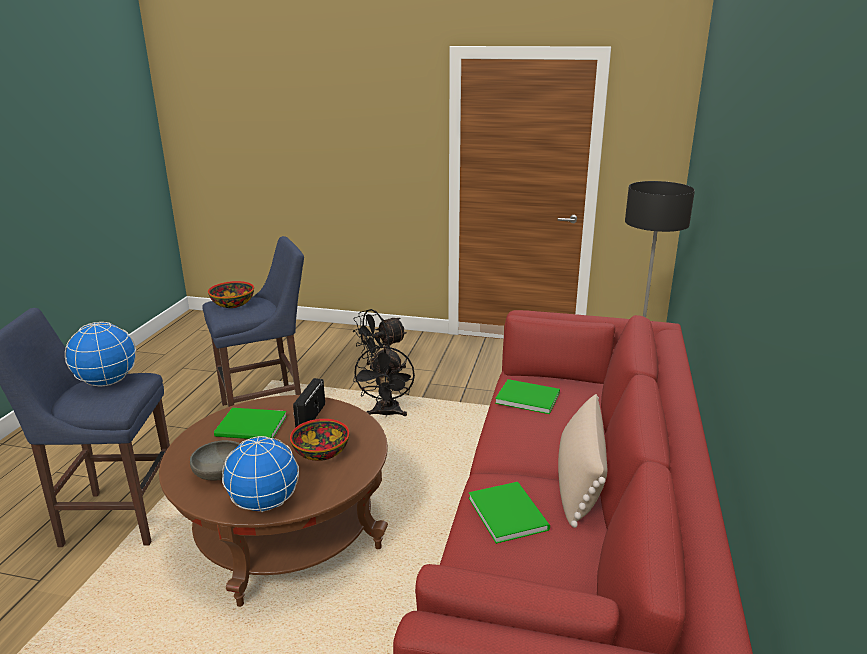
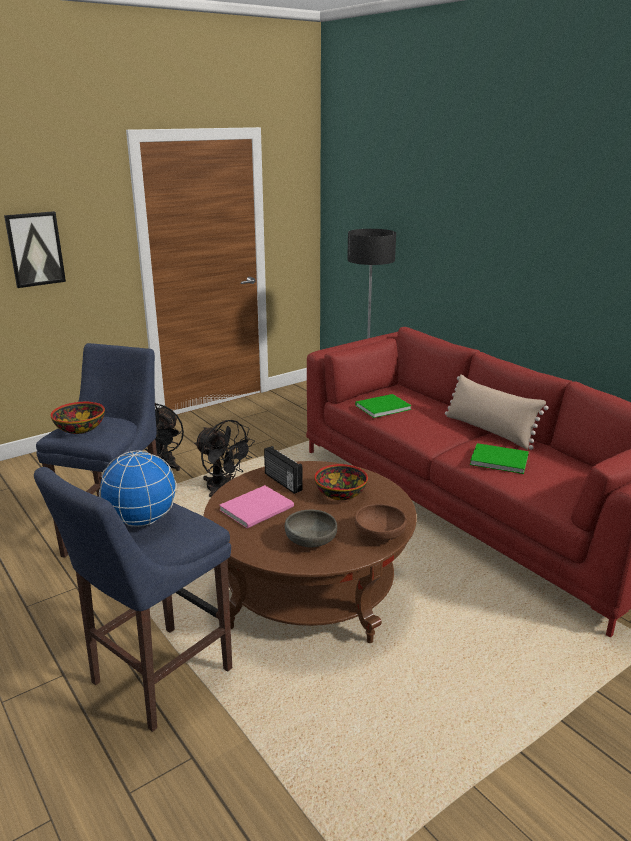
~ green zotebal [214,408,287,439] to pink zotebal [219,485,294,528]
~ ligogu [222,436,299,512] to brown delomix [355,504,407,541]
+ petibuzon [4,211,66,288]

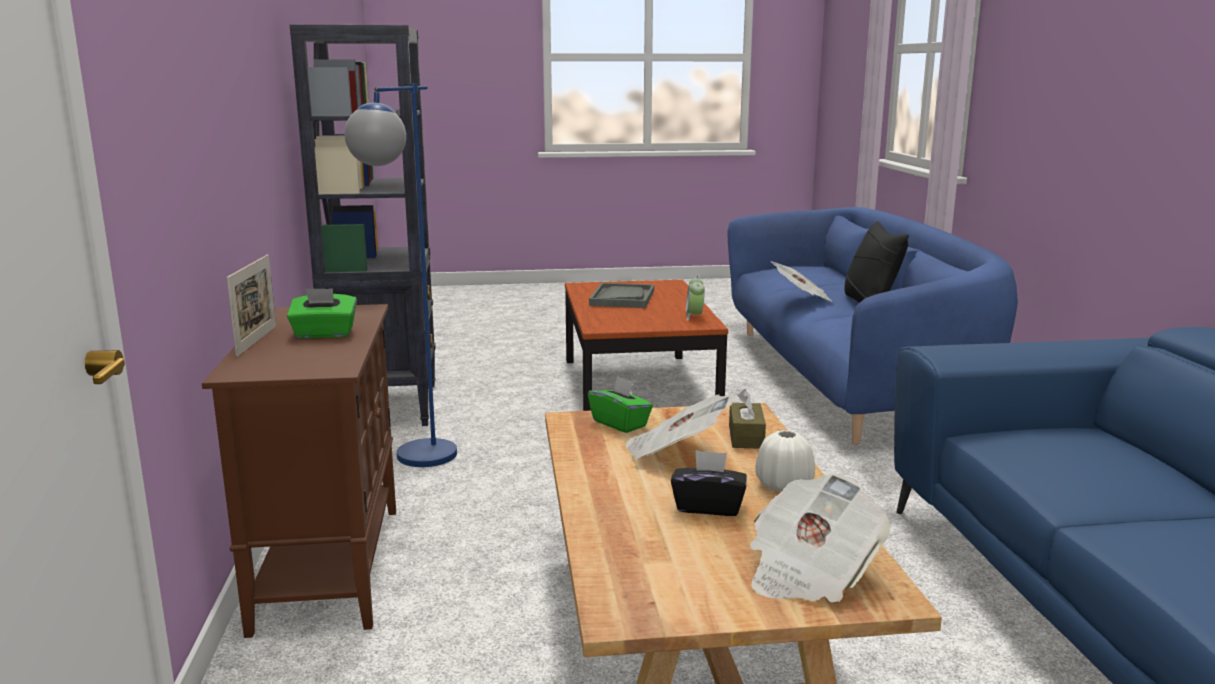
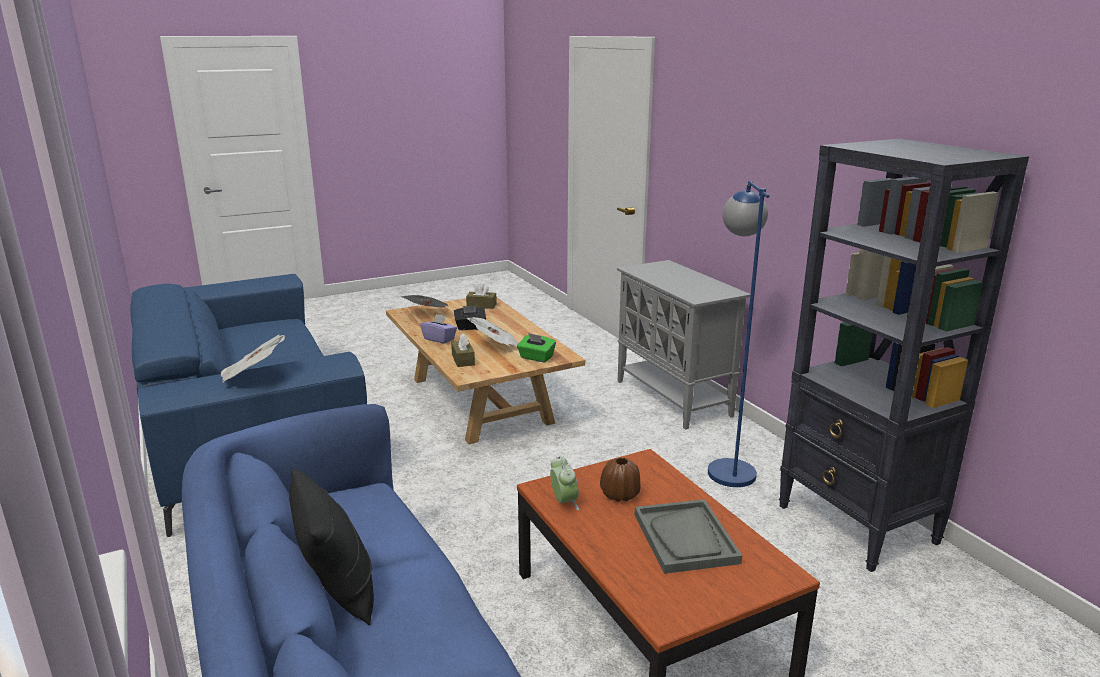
- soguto [227,255,276,357]
~ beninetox [770,261,833,302] to [221,335,285,383]
- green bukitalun [287,288,357,338]
~ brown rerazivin [202,304,396,638] to grey rerazivin [617,260,751,429]
~ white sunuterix [755,430,815,492] to purple bukitalun [420,313,457,344]
+ brown bukitalun [466,283,497,309]
+ brown sunuterix [600,457,641,502]

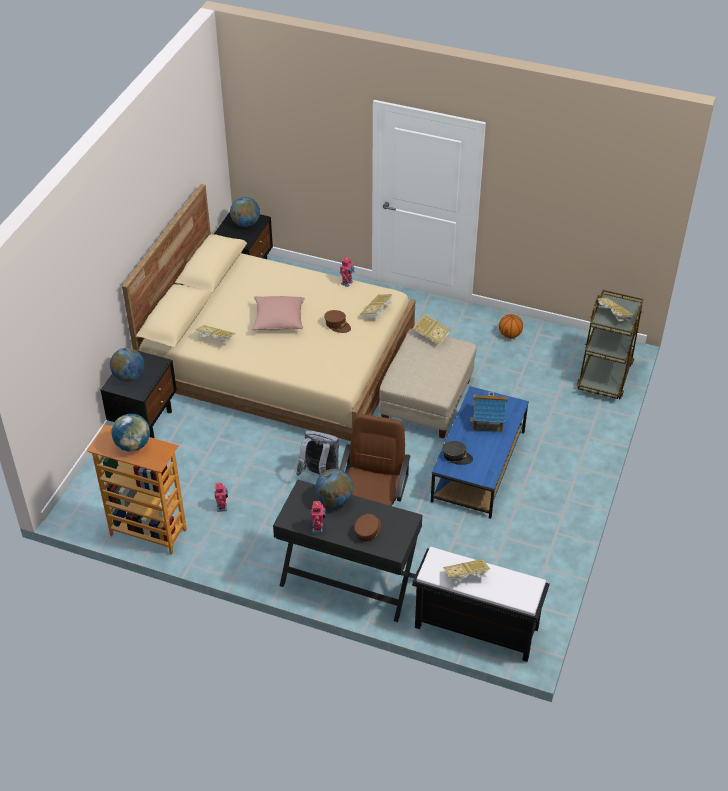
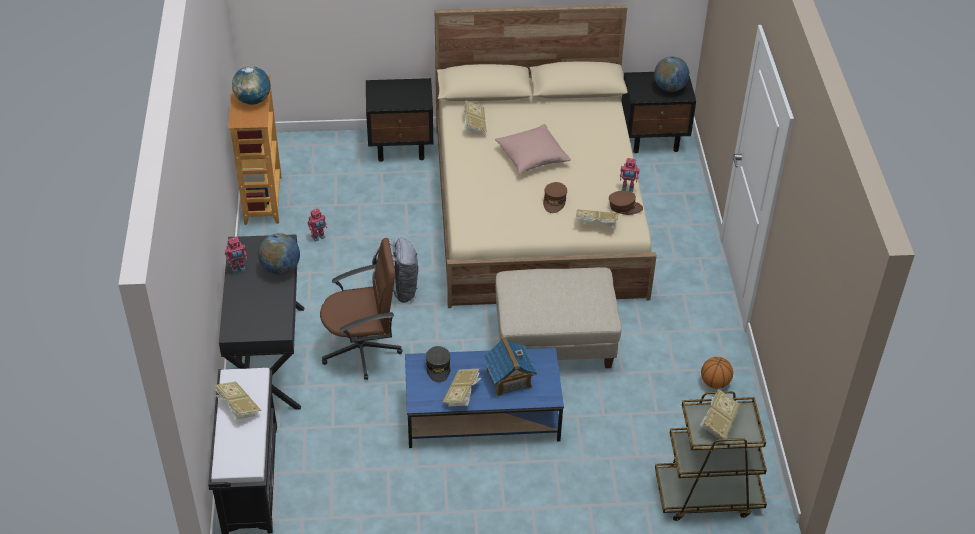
~ zotebal [413,313,450,346] to [442,368,481,406]
- ligogu [110,348,144,382]
~ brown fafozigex [354,514,381,541] to [609,191,643,215]

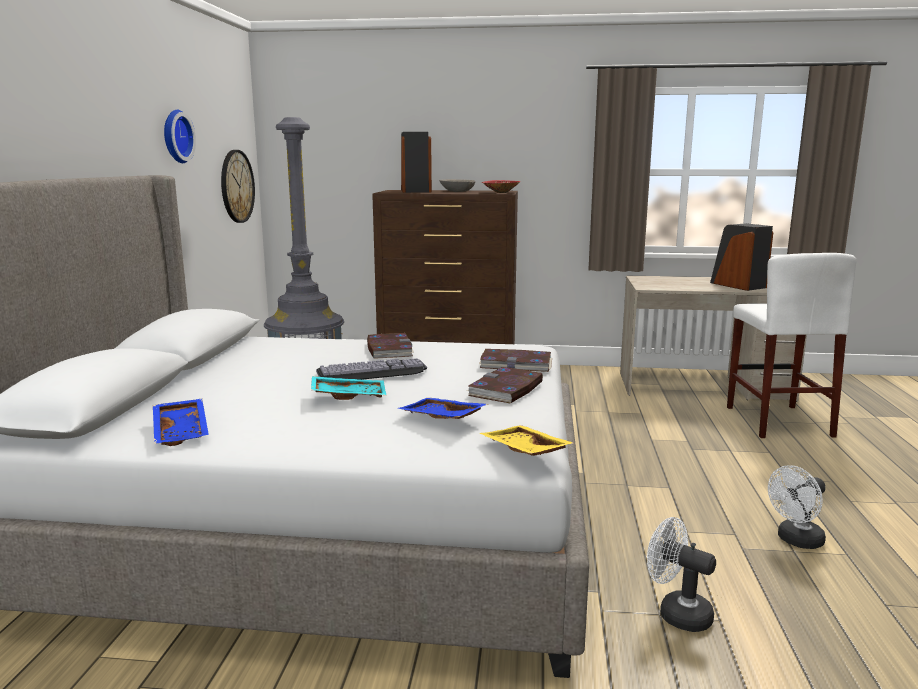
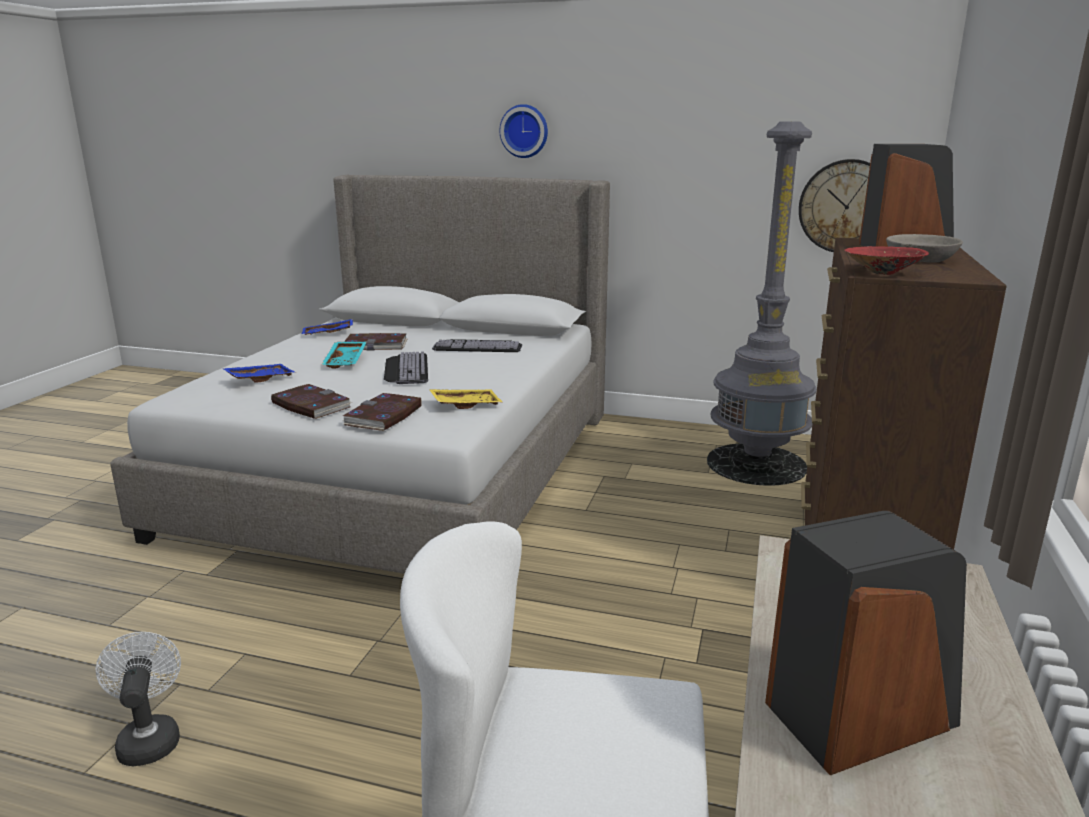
~ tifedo [164,110,196,163] to [499,104,548,158]
~ zotebal [367,333,414,359] to [345,333,408,350]
~ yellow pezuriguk [480,425,573,456] to [429,389,502,409]
- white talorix [647,517,716,632]
+ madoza [432,339,522,352]

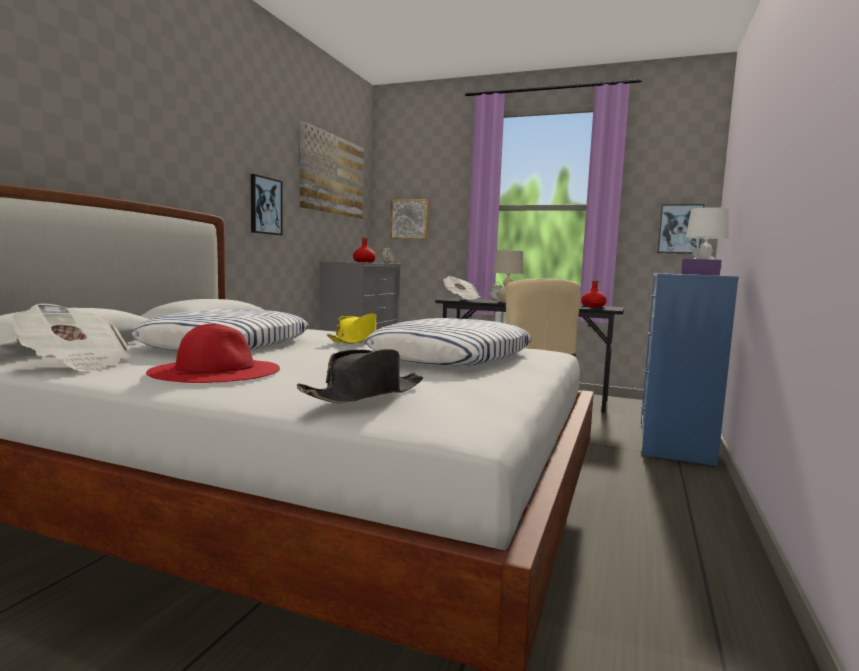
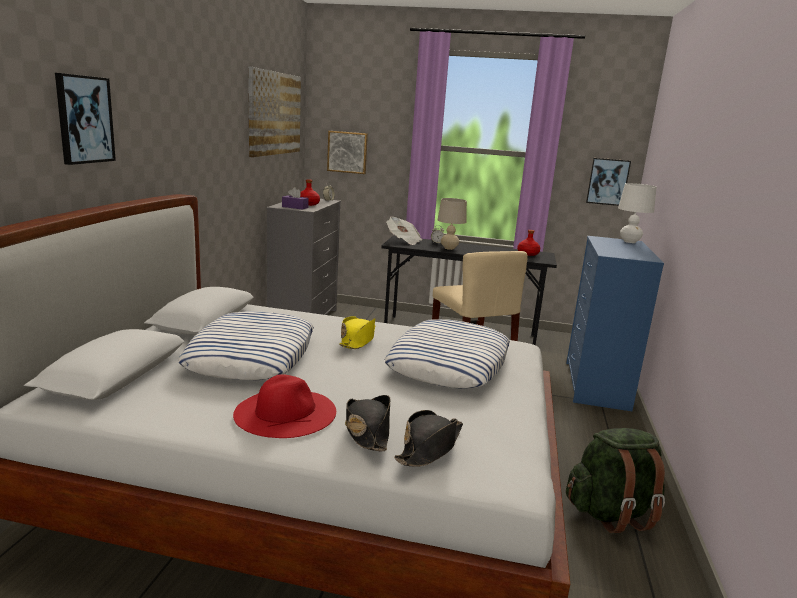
~ petibuzon [251,174,283,235] to [55,73,116,165]
~ purple bukitalun [681,245,721,275] to [282,187,309,210]
- beninetox [12,304,131,372]
+ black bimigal [345,395,391,451]
+ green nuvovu [566,428,665,533]

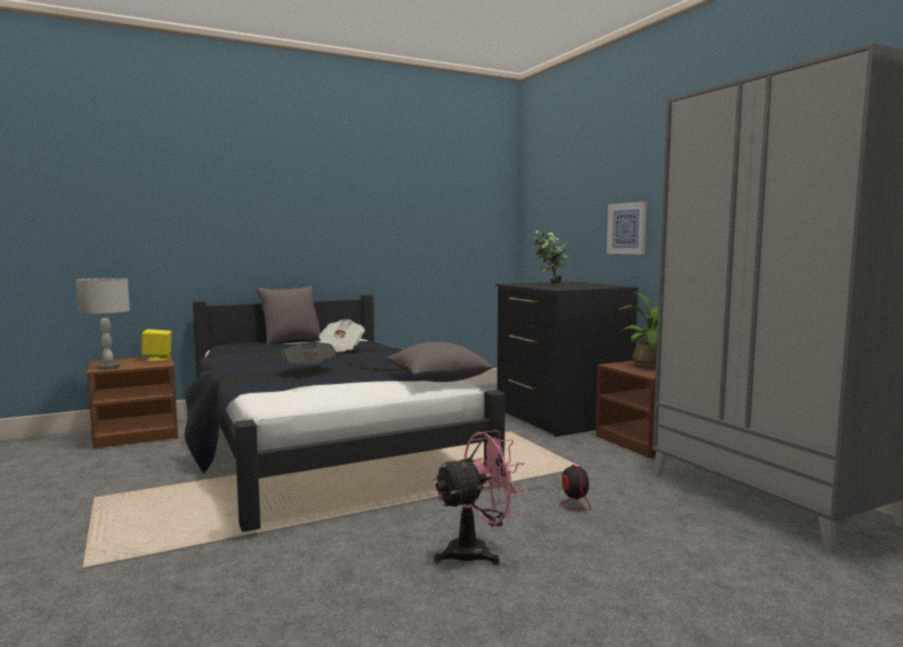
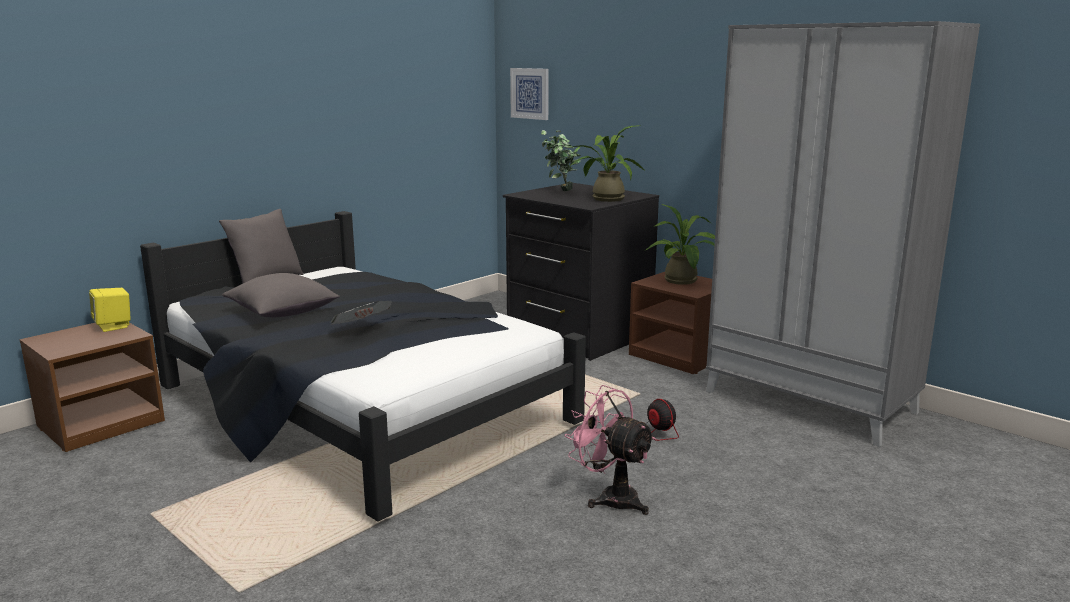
~ petibuzon [607,201,647,255] to [510,68,549,120]
- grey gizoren [76,278,130,370]
- beninetox [319,319,365,352]
~ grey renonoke [387,342,493,382] to [222,273,340,317]
~ pink talorix [433,430,528,565] = [565,385,656,515] 90 degrees counterclockwise
+ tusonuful [568,125,646,202]

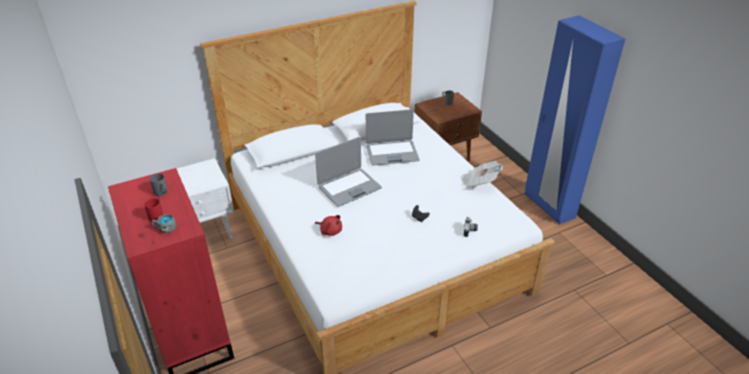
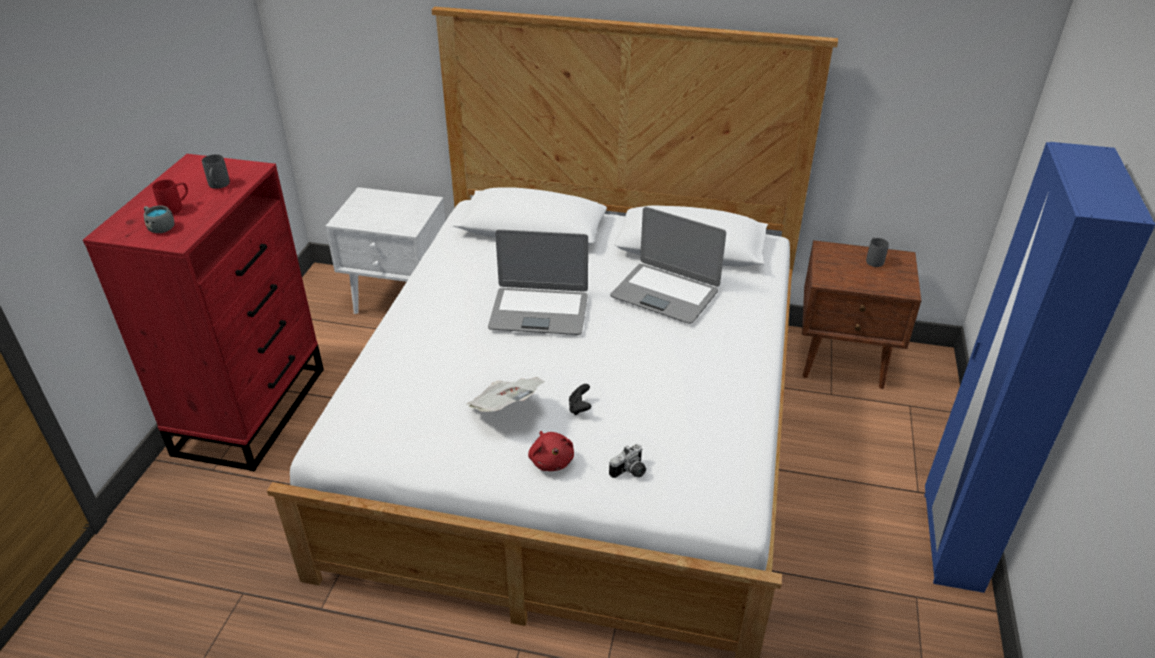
~ beninetox [461,161,503,188] to [467,377,545,412]
~ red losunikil [315,215,342,236] to [528,431,574,471]

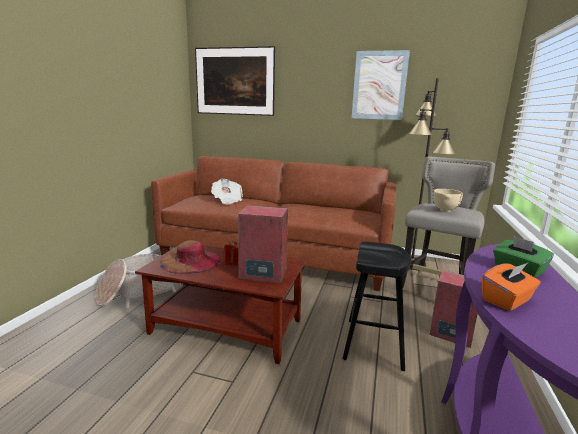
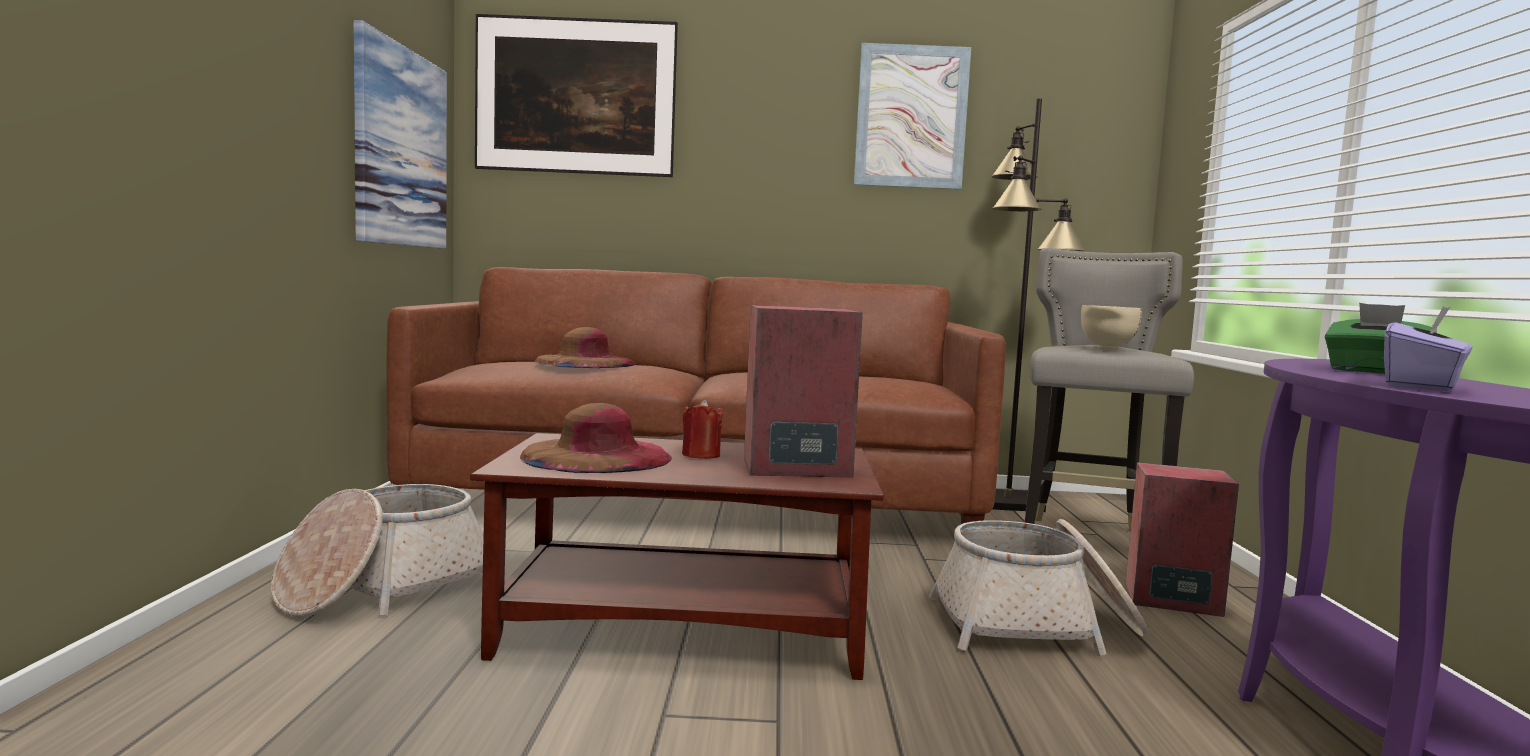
~ beninetox [211,179,243,205] to brown bimigal [535,327,636,368]
~ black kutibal [342,242,411,371] to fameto [929,519,1148,656]
~ orange bukitalun [482,263,541,311] to purple bukitalun [1384,306,1473,392]
+ petibuzon [354,20,447,248]

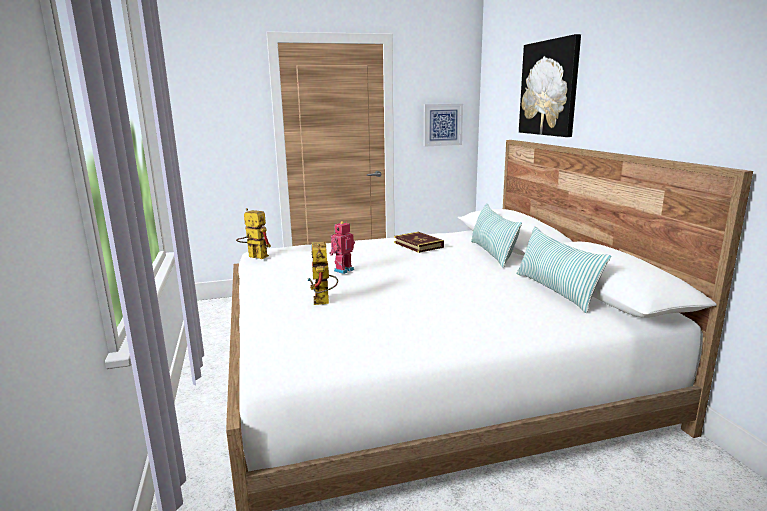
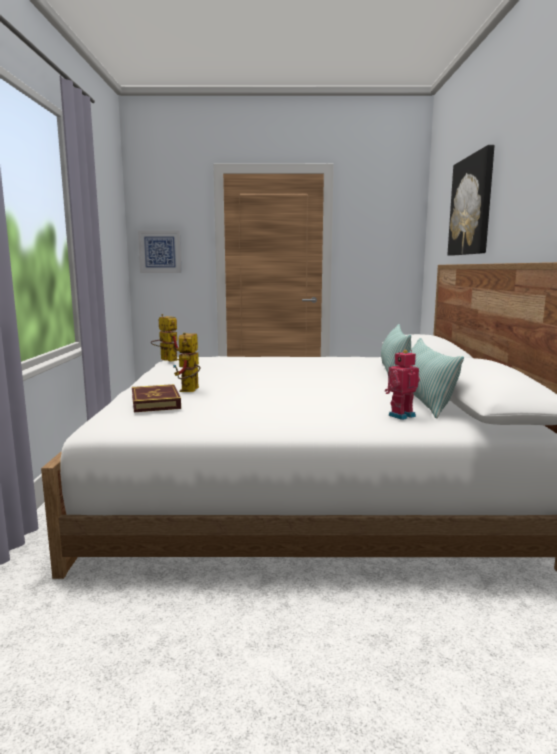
~ petibuzon [424,104,463,146] to [138,231,182,273]
~ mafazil [329,221,355,274] to [385,350,420,420]
~ zotebal [394,232,444,253] to [132,384,181,412]

